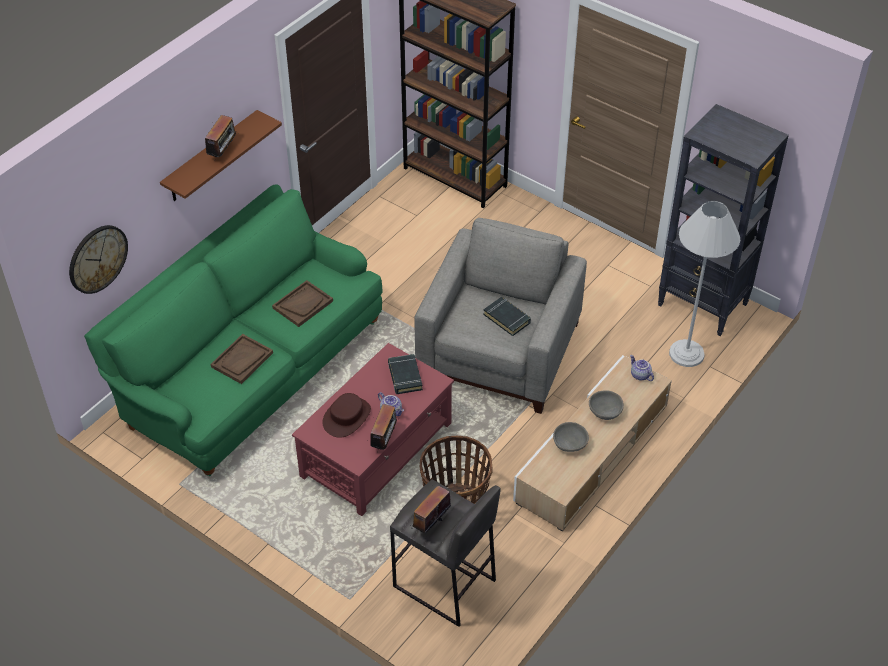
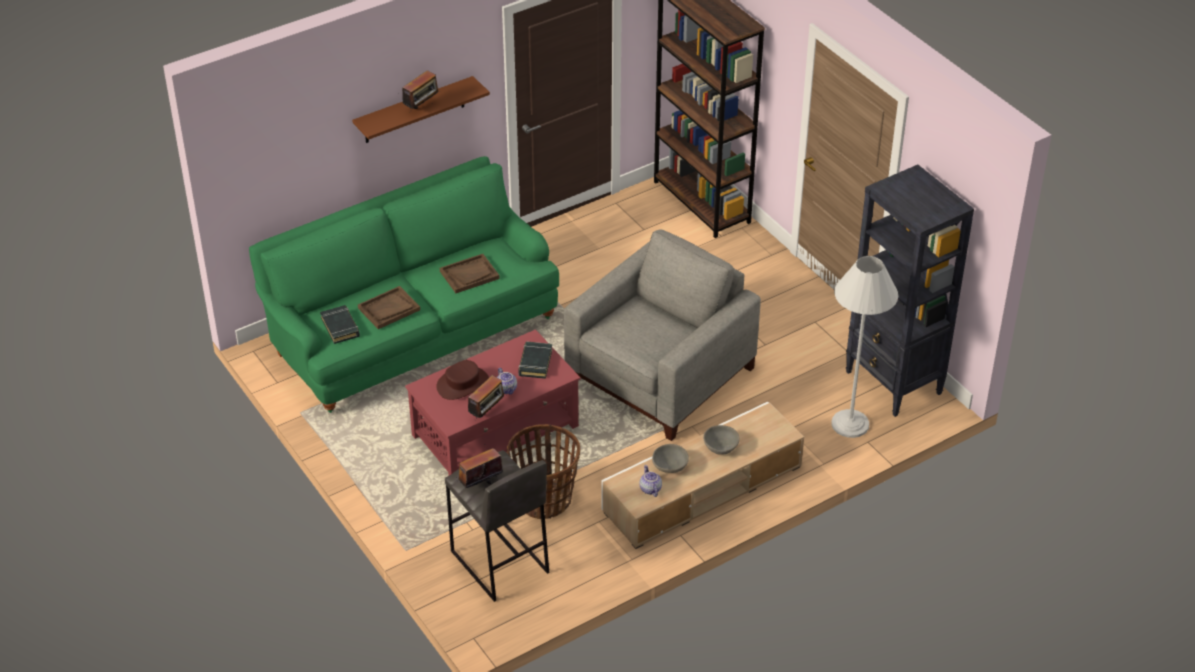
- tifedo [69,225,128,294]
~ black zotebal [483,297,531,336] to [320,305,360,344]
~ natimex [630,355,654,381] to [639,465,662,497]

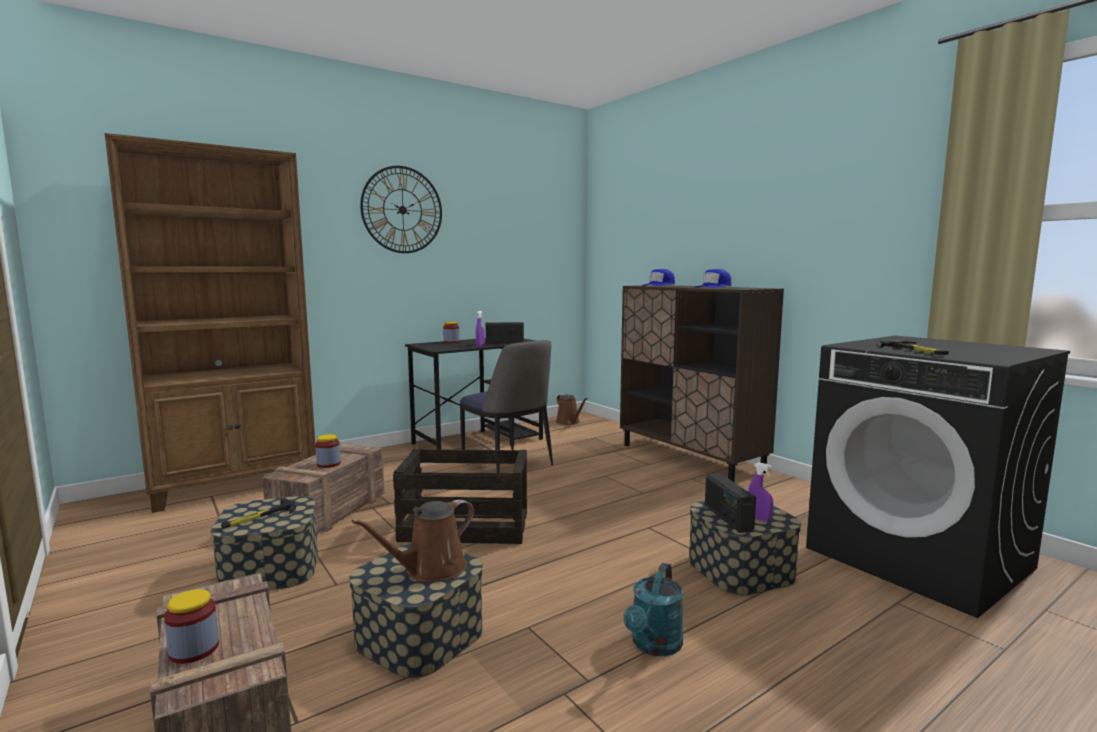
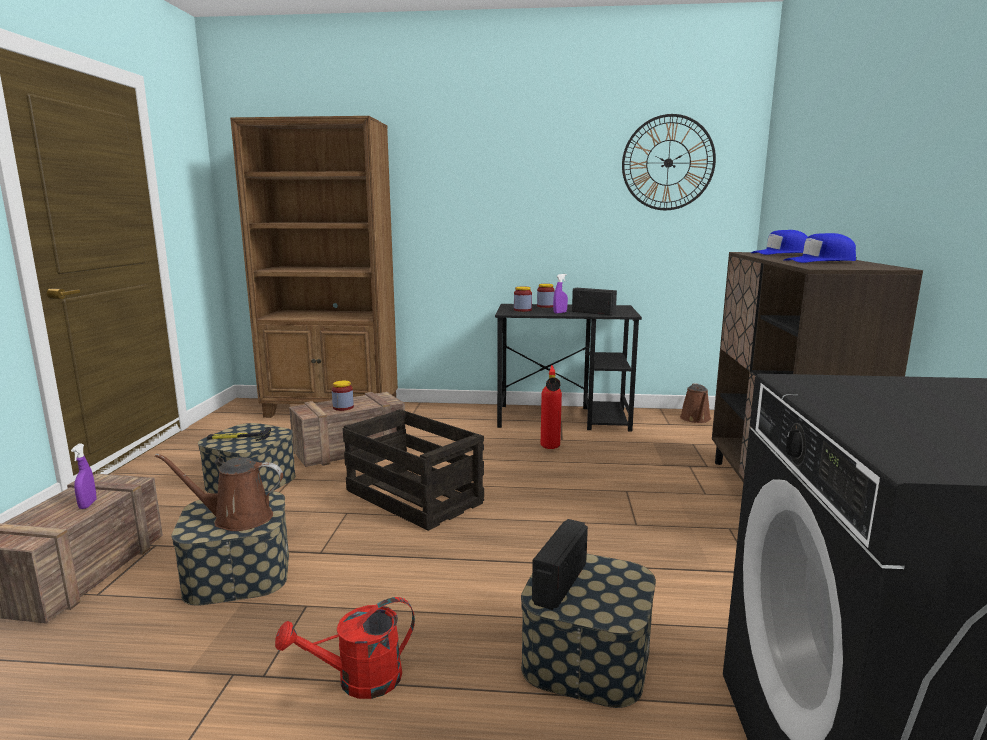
~ tifedo [360,166,442,253] to [622,114,716,210]
~ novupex [460,340,553,473] to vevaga [541,365,562,449]
- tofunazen [877,340,949,355]
~ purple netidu [748,462,773,522] to [71,443,96,509]
~ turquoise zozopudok [624,563,684,656] to red zozopudok [275,597,415,699]
~ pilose [164,589,219,664] to [514,287,532,312]

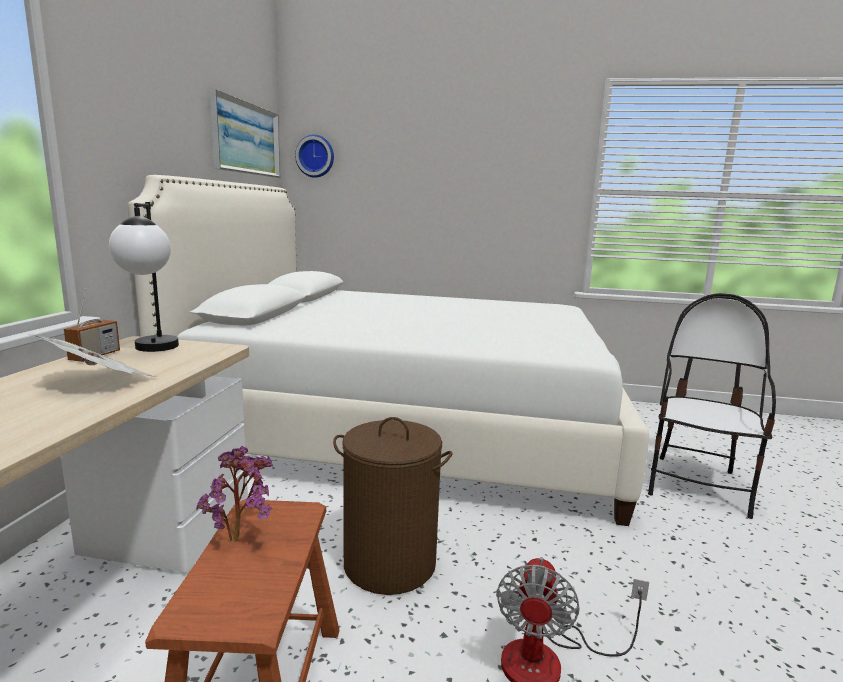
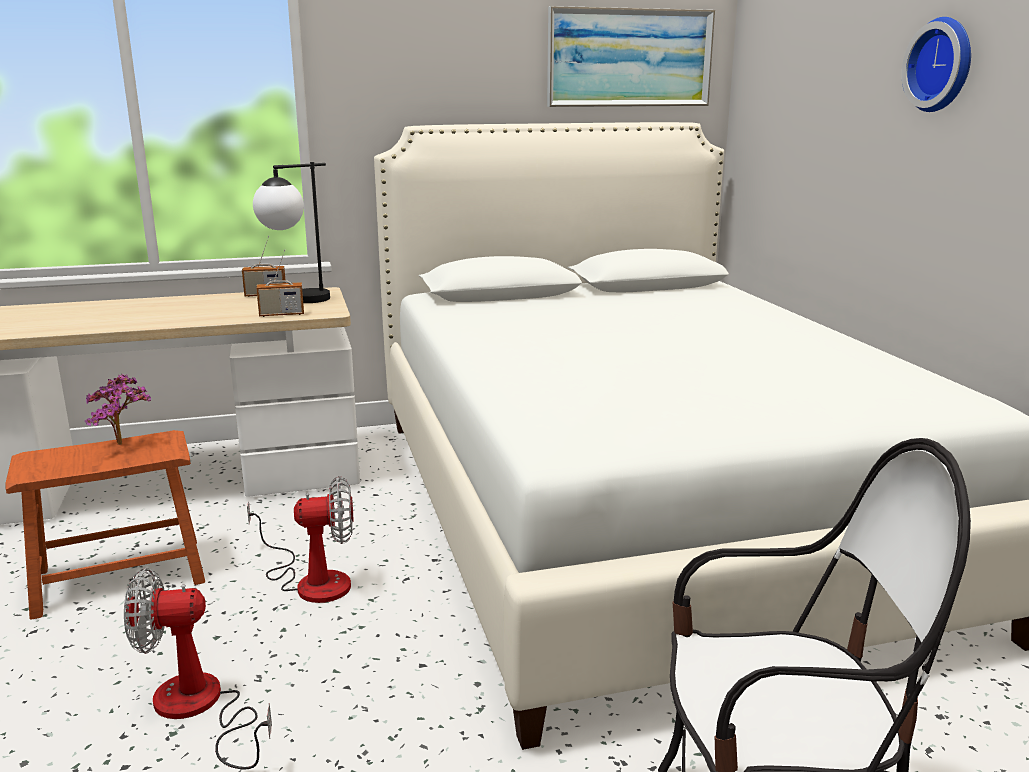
~ tifedo [295,135,334,178] to [902,17,971,112]
- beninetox [30,335,154,376]
~ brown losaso [333,417,453,595] to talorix [247,476,353,603]
+ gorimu [256,249,304,317]

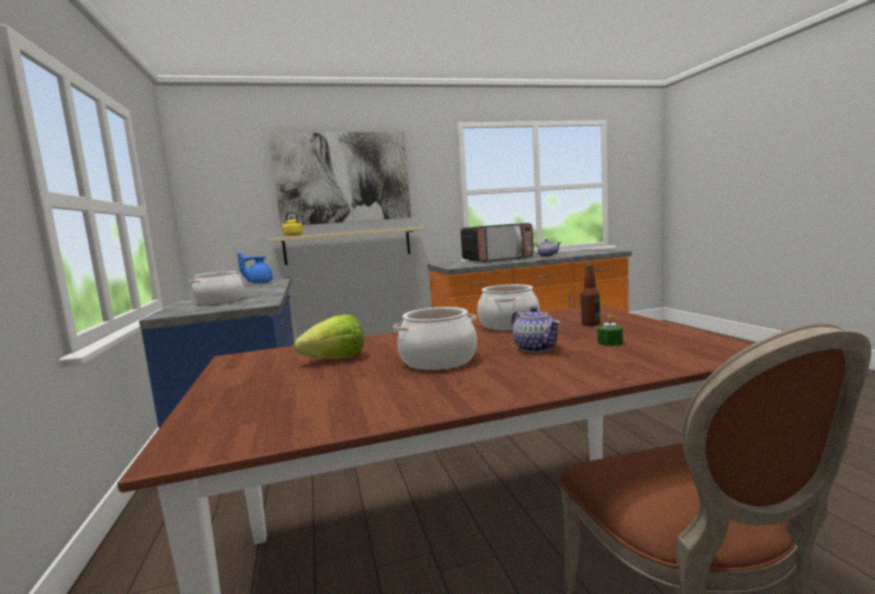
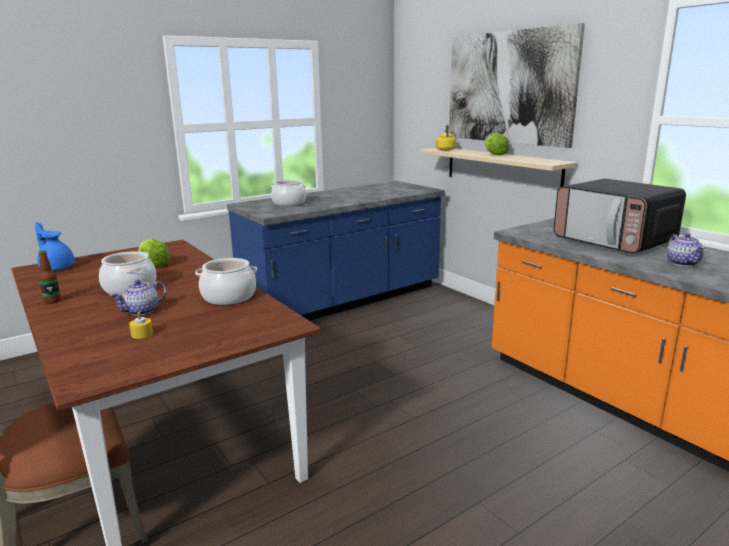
~ blue natimex [237,252,273,283] to [35,222,75,271]
~ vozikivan [581,264,600,326] to [38,250,61,304]
~ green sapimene [597,315,623,346] to yellow sapimene [129,312,153,339]
+ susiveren [485,133,509,156]

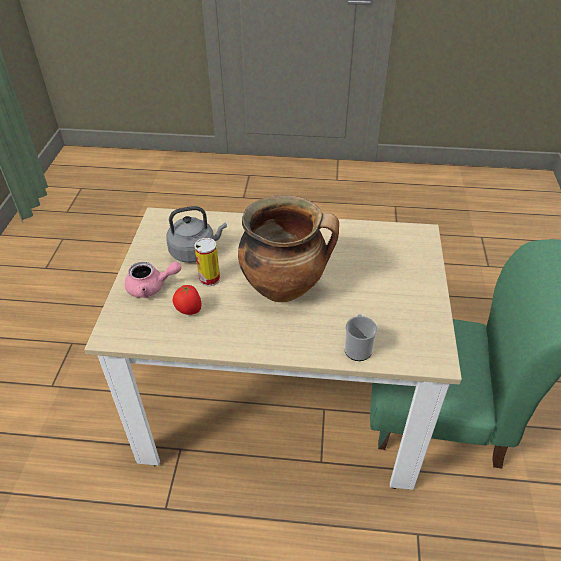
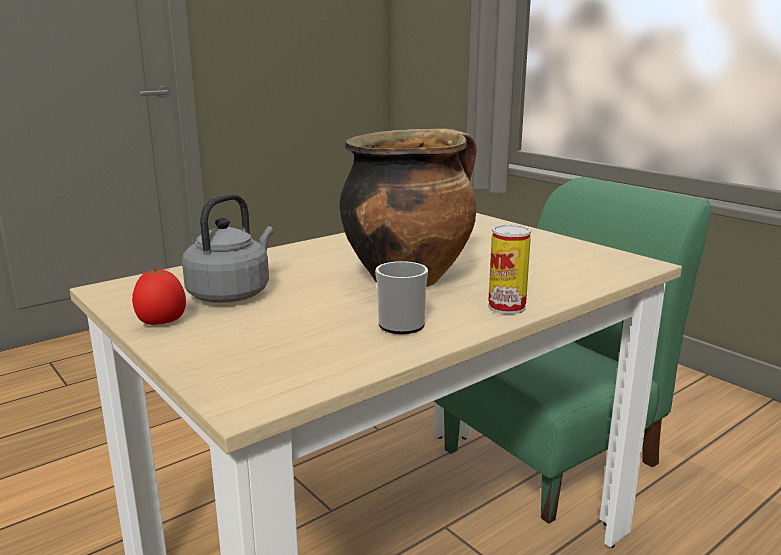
~ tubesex [194,238,220,286] to [488,225,531,314]
- pink natimex [125,262,181,298]
~ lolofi [172,284,202,315] to [132,268,186,325]
~ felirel [345,314,377,361] to [375,261,428,334]

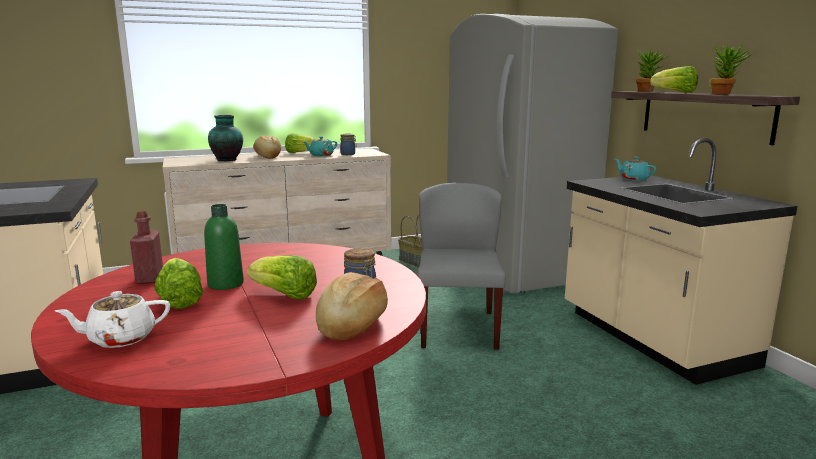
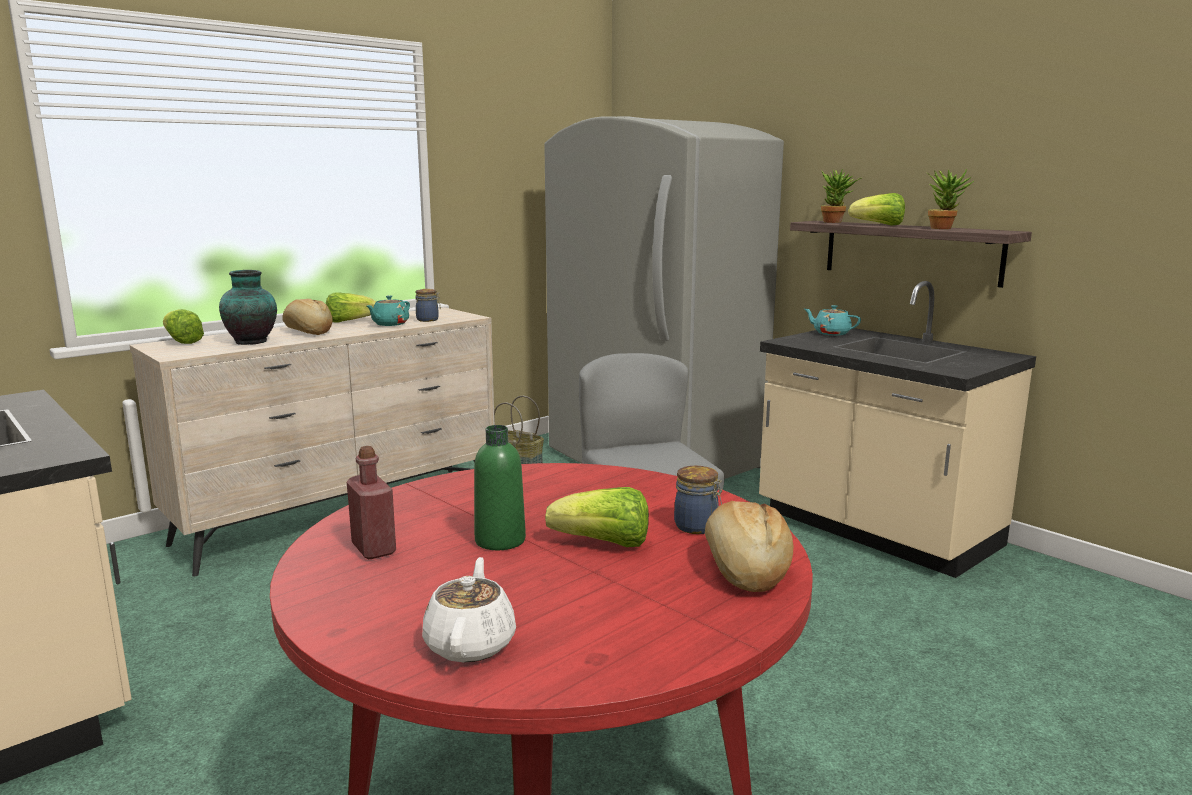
~ susiveren [154,258,203,309] to [163,309,204,344]
~ white natimex [55,291,170,348] = [422,557,516,663] 135 degrees clockwise

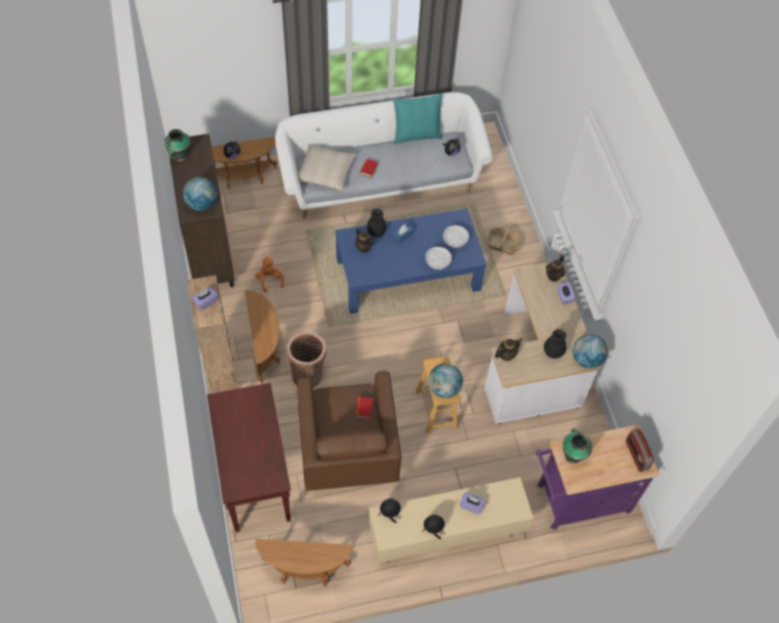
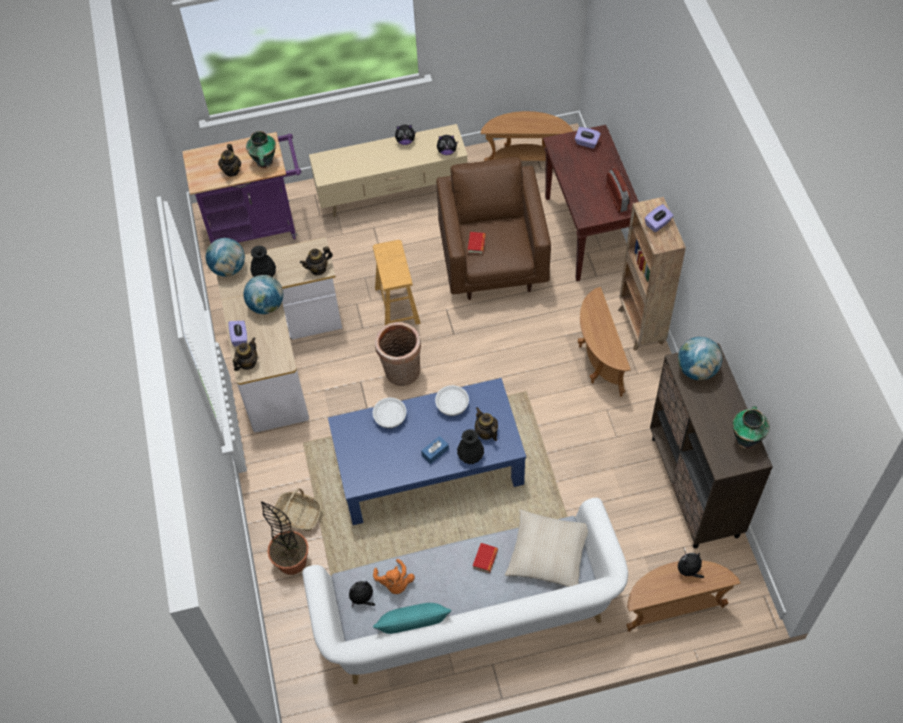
~ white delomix [443,225,469,248] to [435,385,469,416]
~ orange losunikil [255,256,284,293] to [373,559,415,594]
~ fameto [287,332,326,388] to [375,322,421,386]
~ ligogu [428,363,463,398] to [244,275,283,314]
~ gorimu [626,428,654,472] to [606,167,630,212]
~ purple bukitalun [460,493,486,514] to [575,127,601,149]
+ natimex [218,144,241,177]
+ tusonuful [261,501,308,575]

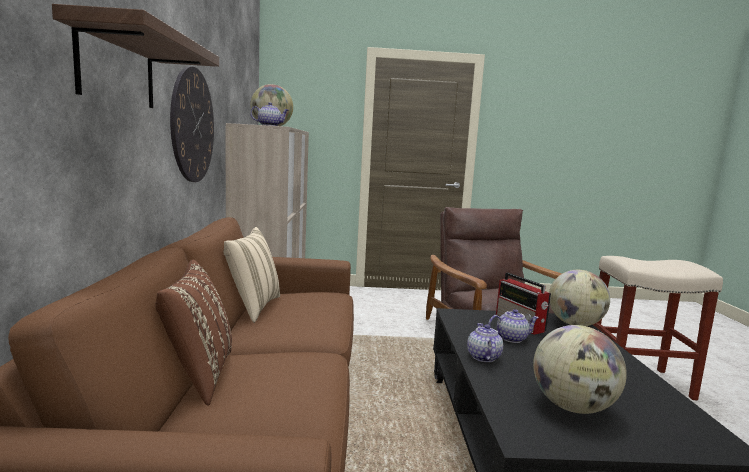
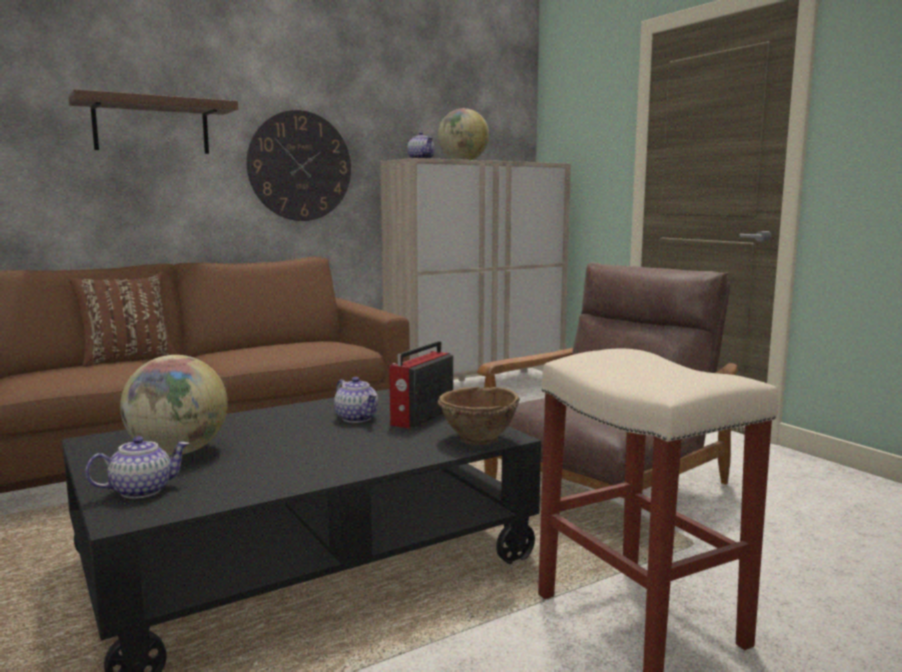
- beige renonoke [224,227,280,323]
~ ligogu [549,270,610,326] to brown delomix [438,387,520,445]
~ natimex [467,323,503,362] to [85,436,189,499]

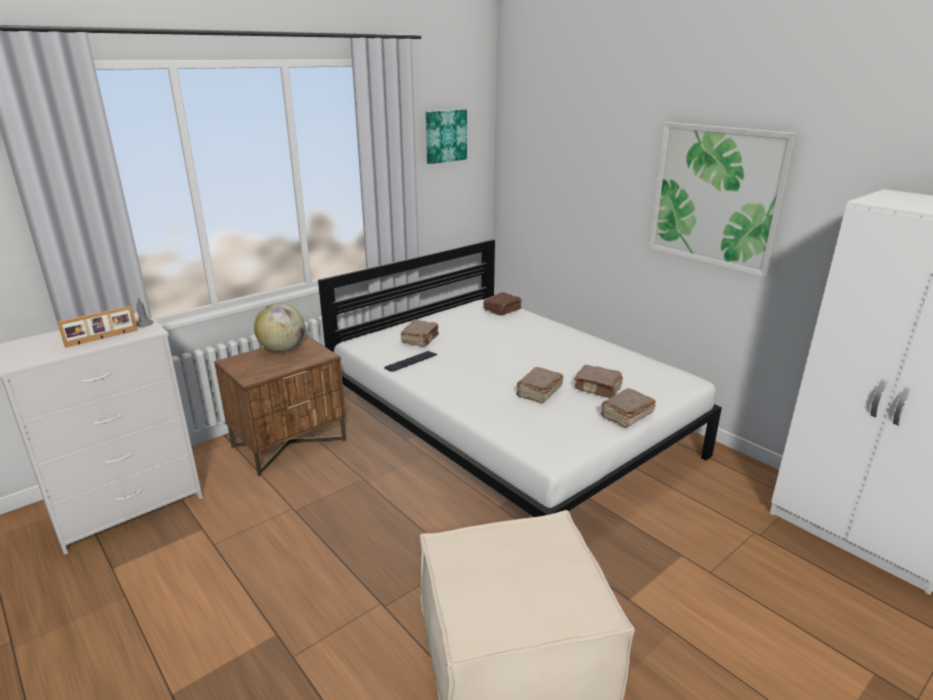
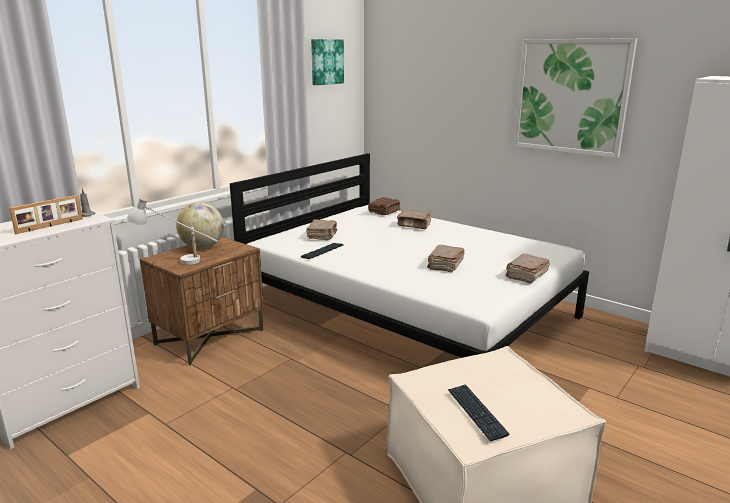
~ brown zotebal [574,365,623,398] to [397,210,431,229]
+ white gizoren [127,197,218,265]
+ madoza [448,384,509,441]

